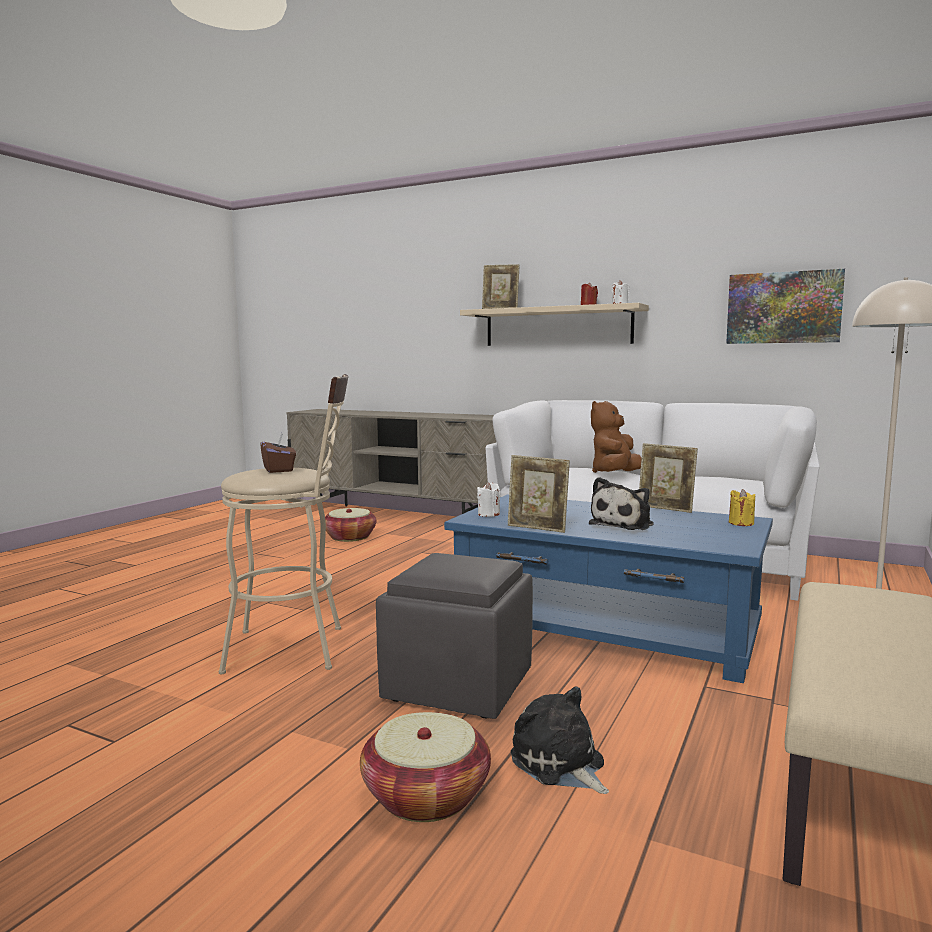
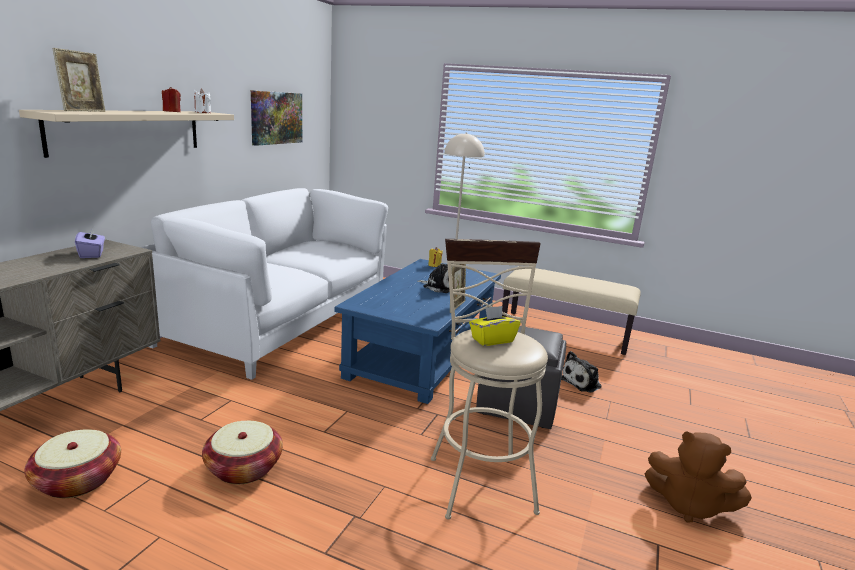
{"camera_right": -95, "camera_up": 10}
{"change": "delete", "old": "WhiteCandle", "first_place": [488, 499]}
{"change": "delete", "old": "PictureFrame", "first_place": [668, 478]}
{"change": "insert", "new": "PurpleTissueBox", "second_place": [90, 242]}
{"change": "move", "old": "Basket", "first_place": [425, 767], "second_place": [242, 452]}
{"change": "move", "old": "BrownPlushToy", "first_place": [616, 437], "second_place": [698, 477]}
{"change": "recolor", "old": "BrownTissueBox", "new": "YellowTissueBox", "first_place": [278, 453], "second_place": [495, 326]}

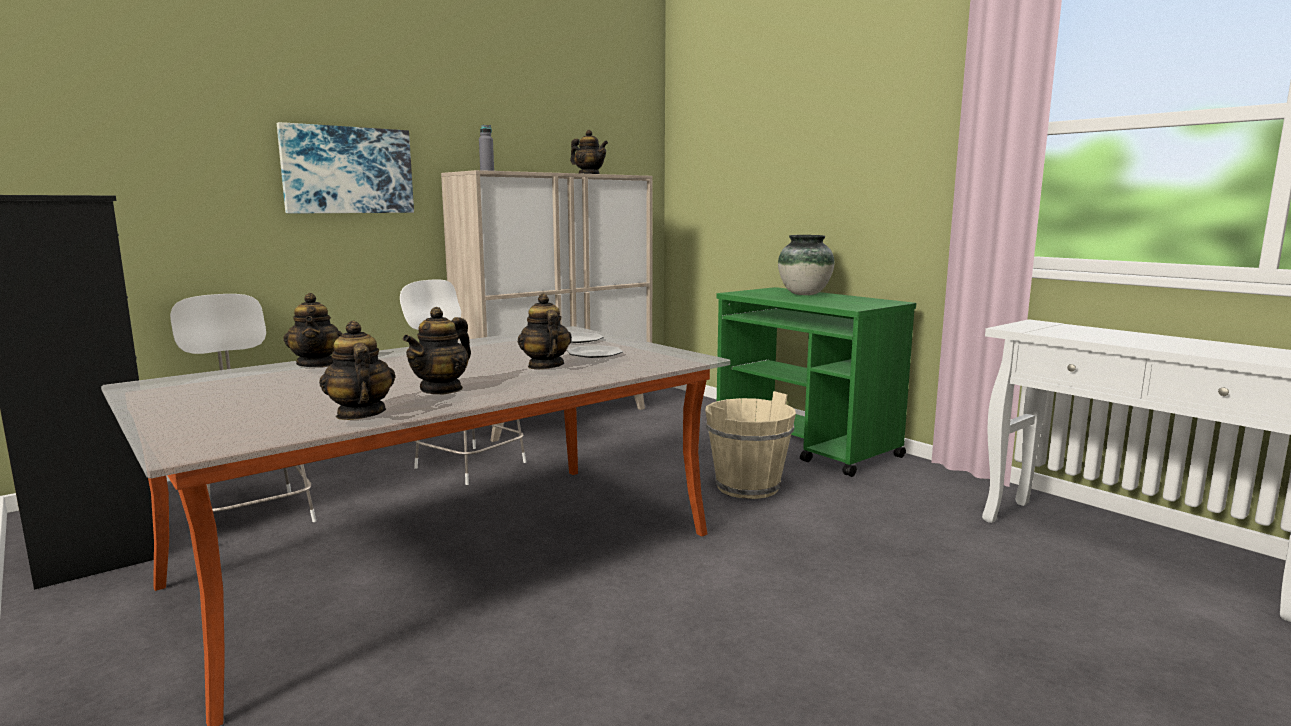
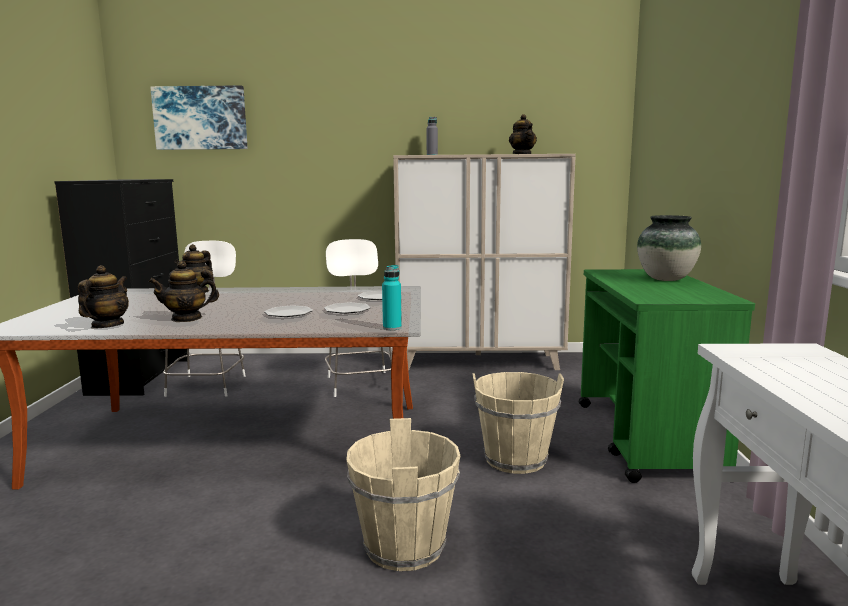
{"camera_right": 40, "camera_up": 0}
{"change": "insert", "new": "BeigeBucket", "second_place": [403, 494]}
{"change": "insert", "new": "TurquoiseBottle", "second_place": [392, 297]}
{"change": "move", "old": "Picture", "first_place": [345, 167], "second_place": [199, 117]}
{"change": "replace", "old": "Teapot", "new": "Plate", "first_place": [545, 331], "second_place": [288, 311]}

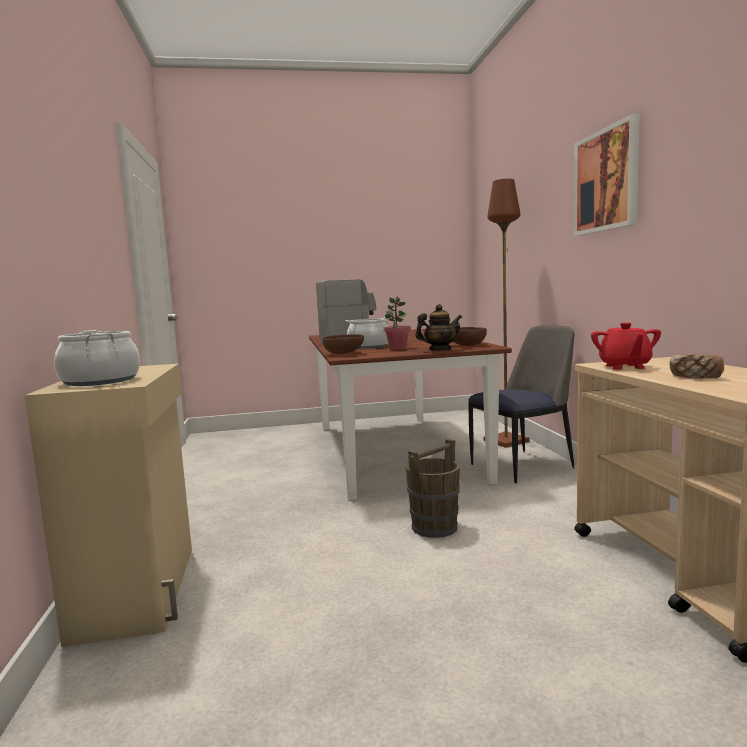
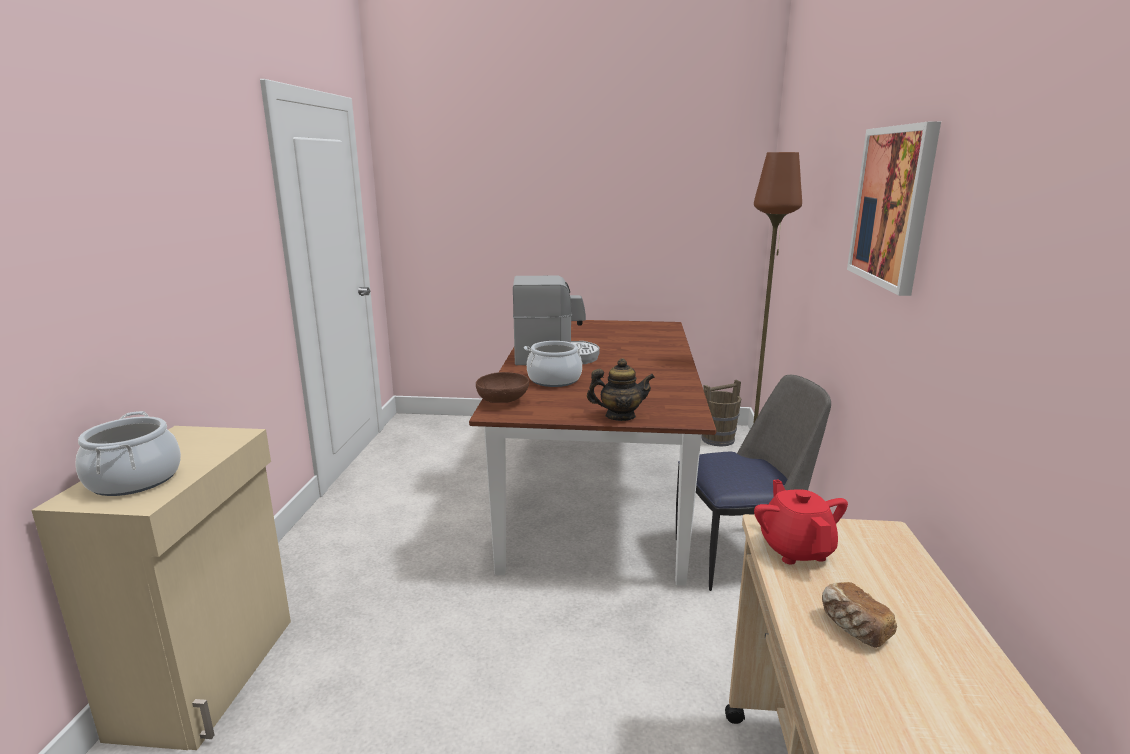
{"camera_right": 15, "camera_up": 10}
{"change": "delete", "old": "PottedPlant", "first_place": [397, 323]}
{"change": "delete", "old": "BrownBowl", "first_place": [470, 336]}
{"change": "move", "old": "BrownBucket", "first_place": [432, 488], "second_place": [721, 413]}
{"change": "rotate", "old": "RedTeapot", "first_place": [626, 346], "second_place": [801, 521], "degrees": 150}

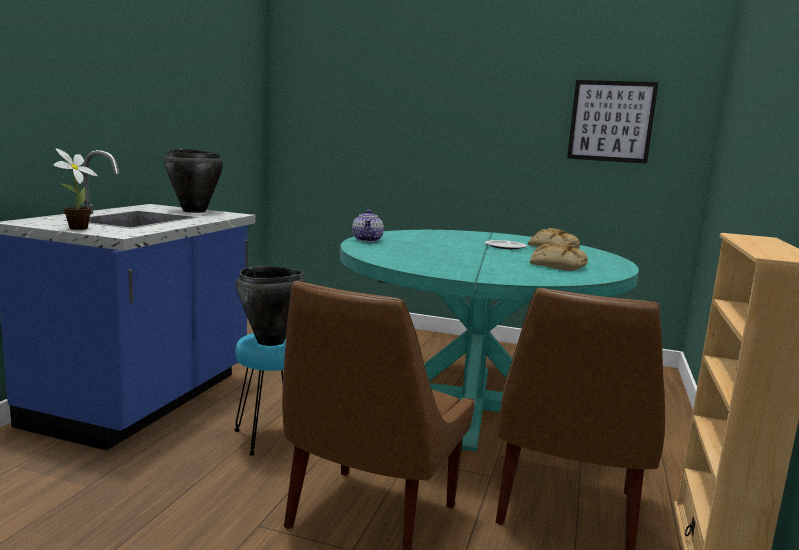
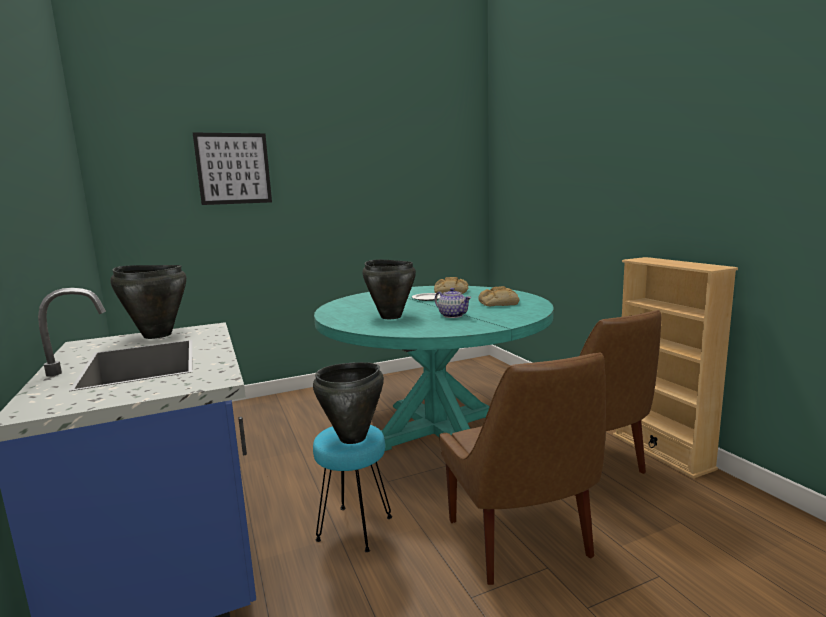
{"camera_right": -40, "camera_up": 0}
{"change": "delete", "old": "PottedPlant", "first_place": [76, 189]}
{"change": "insert", "new": "BlackCookingPot", "second_place": [389, 289]}
{"change": "move", "old": "Teapot", "first_place": [368, 226], "second_place": [453, 303]}
{"change": "move", "old": "Picture", "first_place": [613, 122], "second_place": [232, 169]}

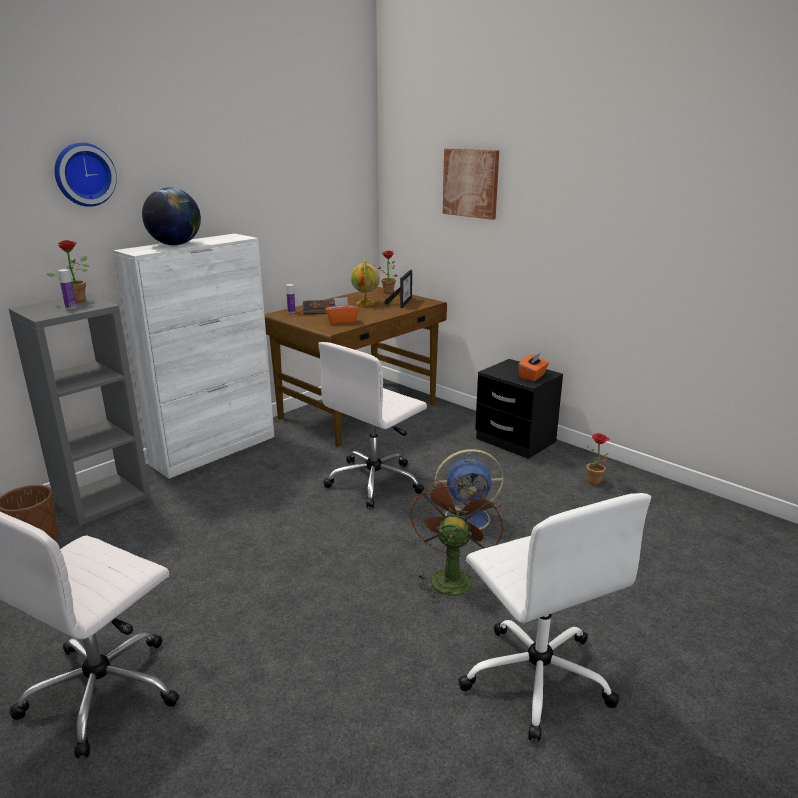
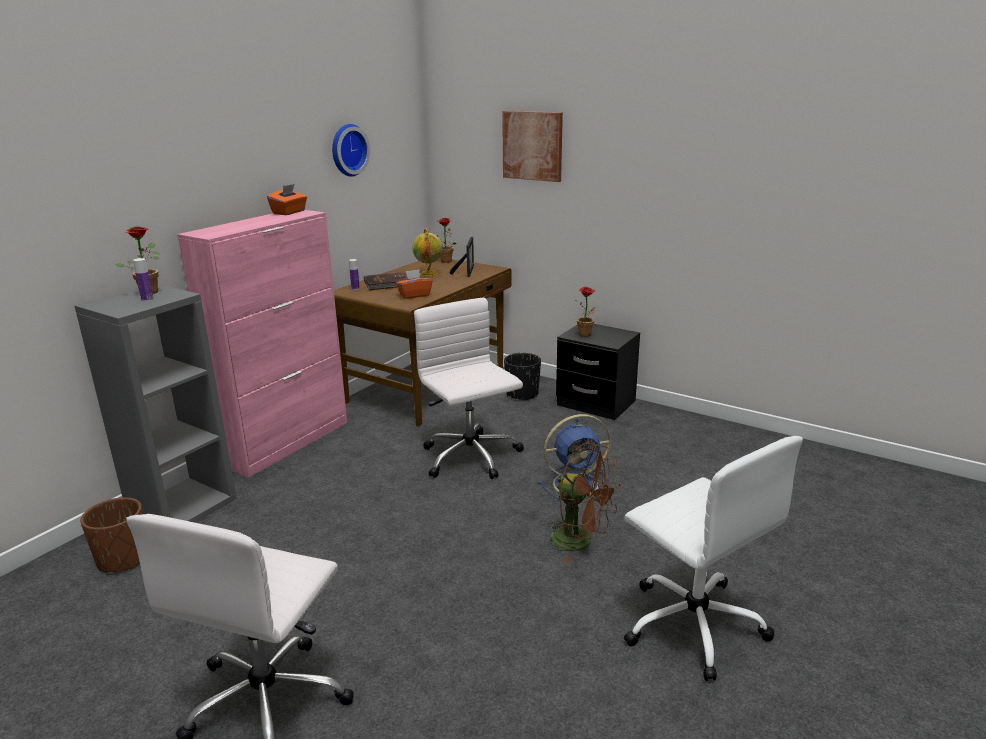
{"camera_right": -10, "camera_up": 0}
{"change": "delete", "old": "Globe", "first_place": [171, 216]}
{"change": "insert", "new": "BlackPlanter", "second_place": [522, 377]}
{"change": "move", "old": "WallClock", "first_place": [85, 175], "second_place": [351, 150]}
{"change": "move", "old": "OrangeTissueBox", "first_place": [533, 367], "second_place": [287, 199]}
{"change": "move", "old": "PottedPlant", "first_place": [597, 459], "second_place": [586, 312]}
{"change": "recolor", "old": "WhiteCabinet", "new": "PinkCabinet", "first_place": [193, 356], "second_place": [262, 344]}
{"change": "rotate", "old": "WhiteOfficeChair", "first_place": [372, 425], "second_place": [469, 388], "degrees": 120}
{"change": "rotate", "old": "BrownFan", "first_place": [457, 539], "second_place": [584, 503], "degrees": 120}

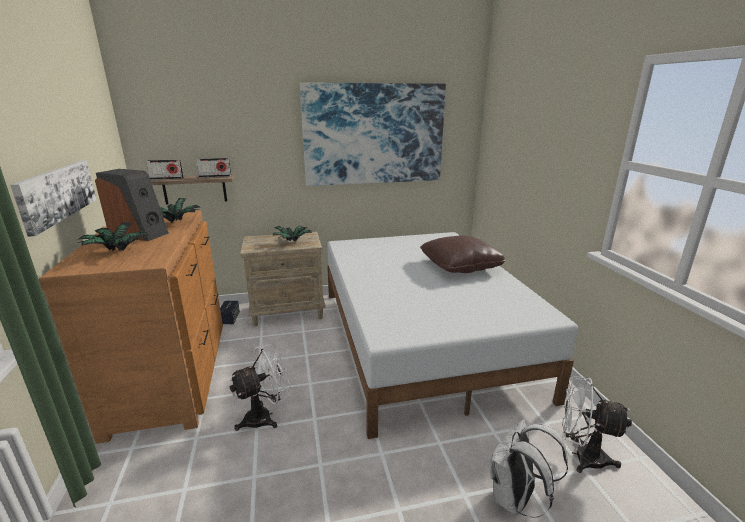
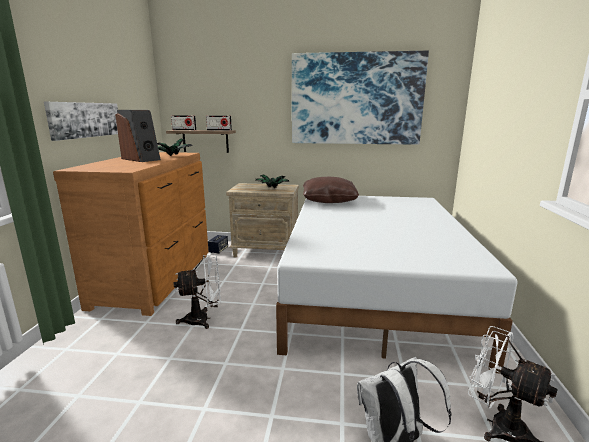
{"camera_right": 20, "camera_up": -5}
{"change": "delete", "old": "PottedPlant", "first_place": [113, 237]}
{"change": "move", "old": "BrownPillow", "first_place": [463, 254], "second_place": [331, 190]}

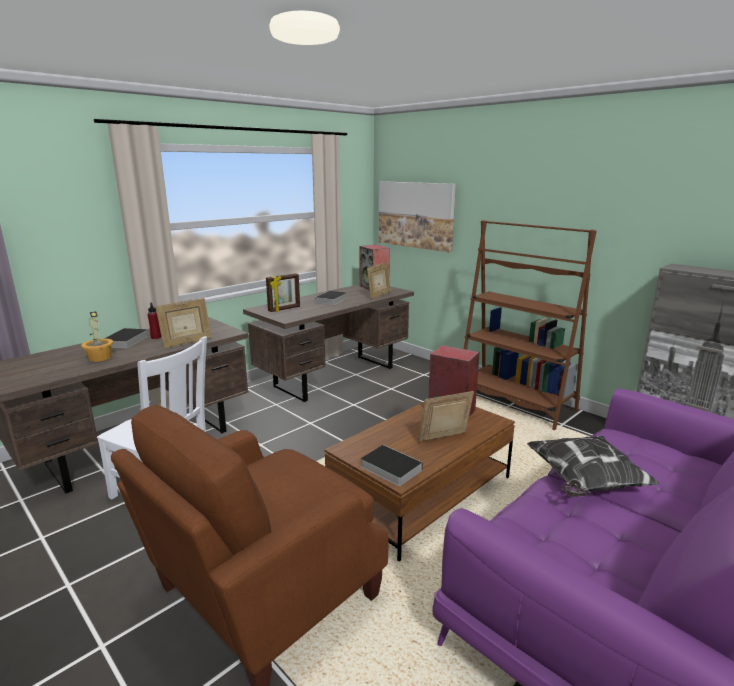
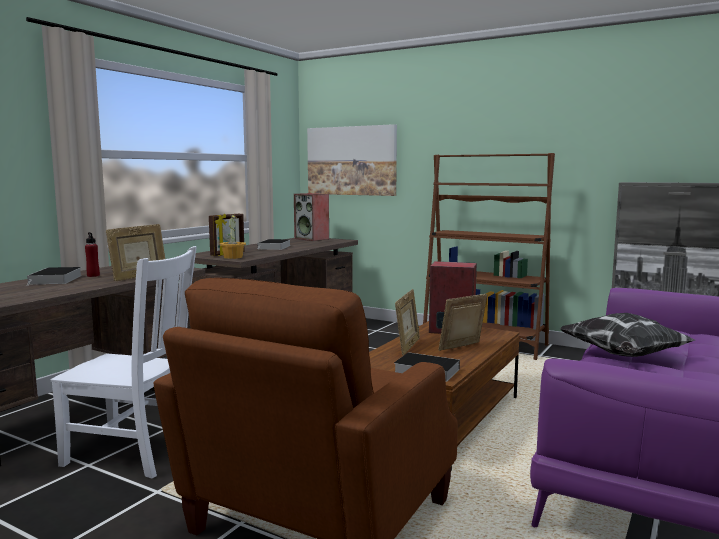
{"camera_right": -15, "camera_up": -10}
{"change": "move", "old": "PottedPlant", "first_place": [97, 336], "second_place": [232, 236]}
{"change": "move", "old": "PictureFrame", "first_place": [379, 280], "second_place": [407, 322]}

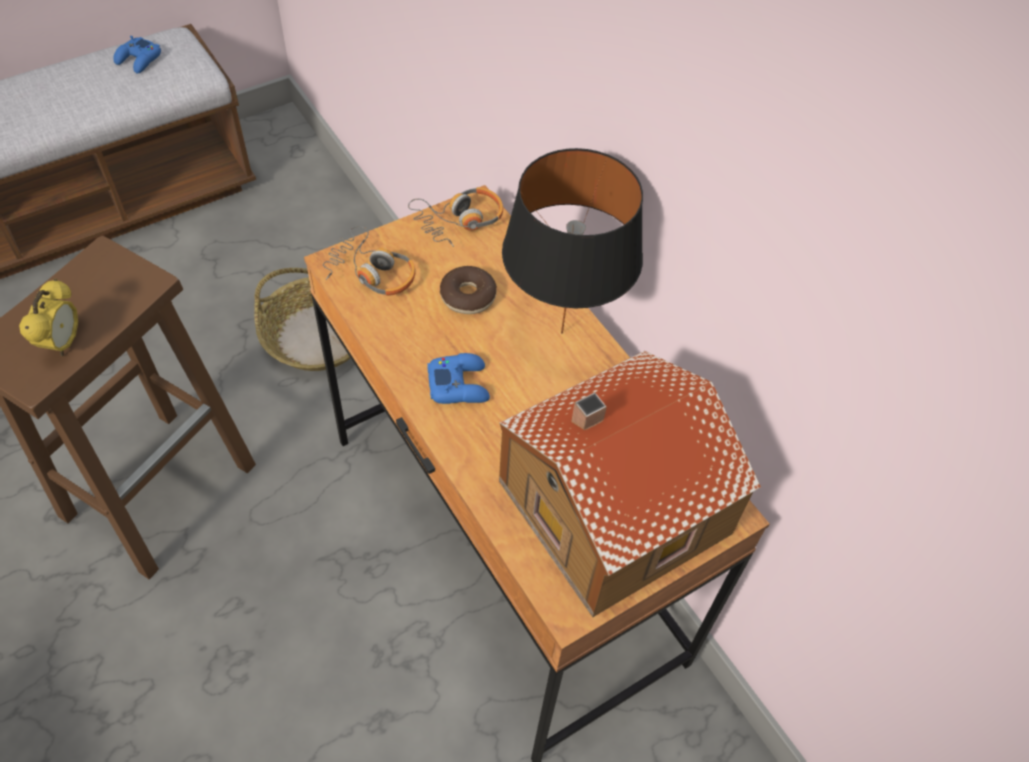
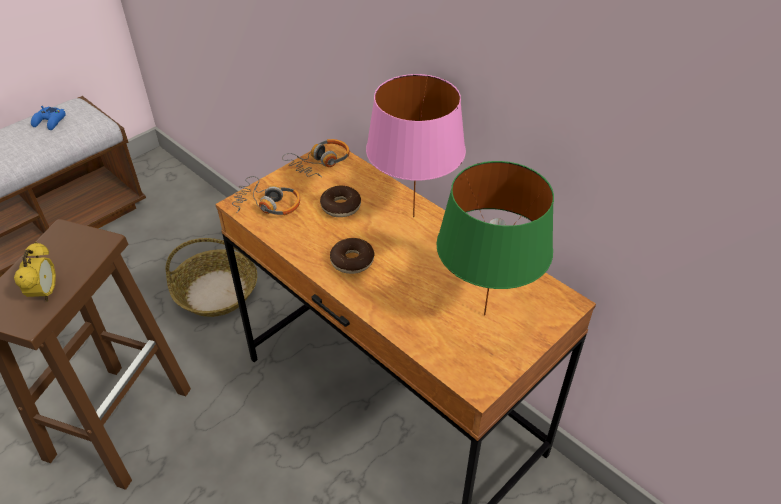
{"camera_right": -10, "camera_up": -10}
{"change": "replace", "old": "BlueGameController", "new": "Donut", "first_place": [458, 378], "second_place": [352, 256]}
{"change": "replace", "old": "ToyHouse", "new": "GreenTableLamp", "first_place": [630, 484], "second_place": [495, 238]}
{"change": "recolor", "old": "BlackTableLamp", "new": "PinkTableLamp", "first_place": [572, 241], "second_place": [416, 145]}

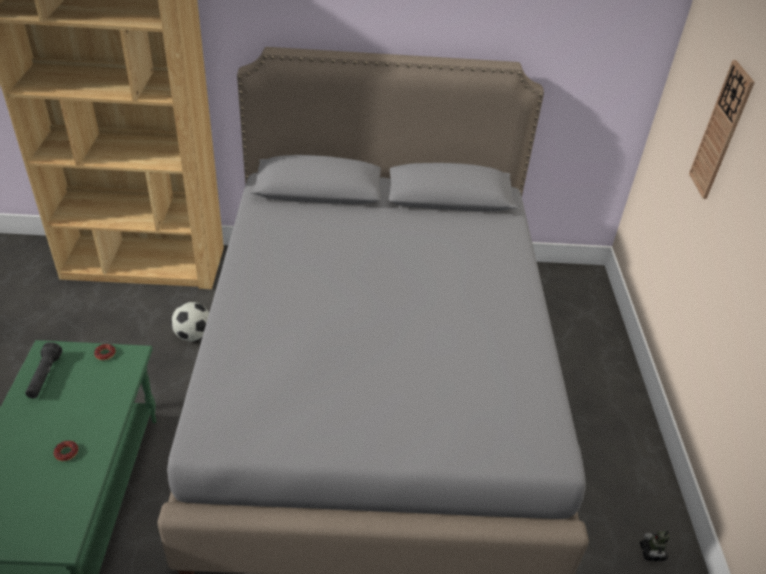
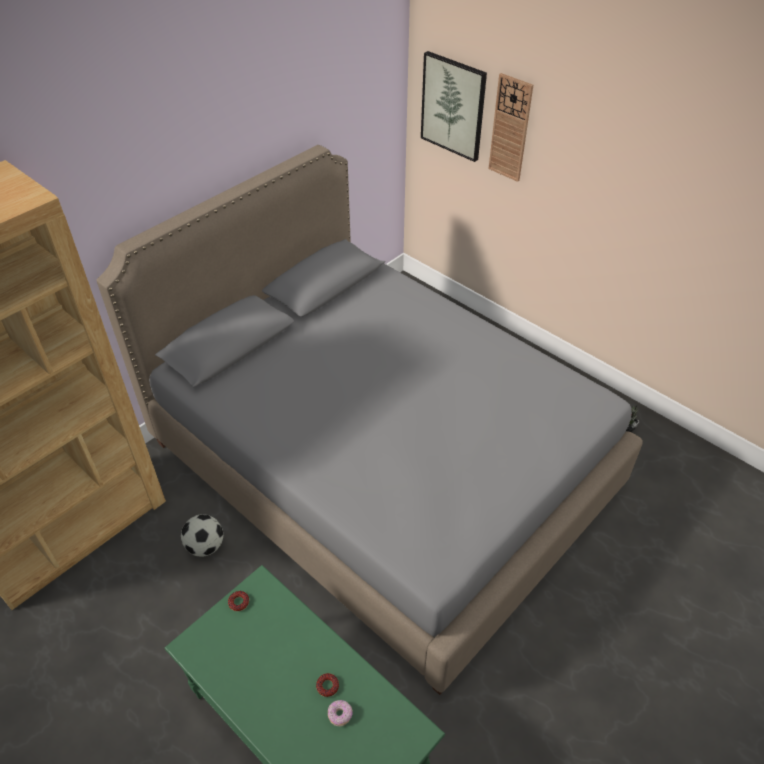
{"camera_right": -45, "camera_up": 5}
{"change": "delete", "old": "BlackFlashlight", "first_place": [43, 370]}
{"change": "insert", "new": "Donut", "second_place": [340, 713]}
{"change": "insert", "new": "Picture", "second_place": [454, 106]}

